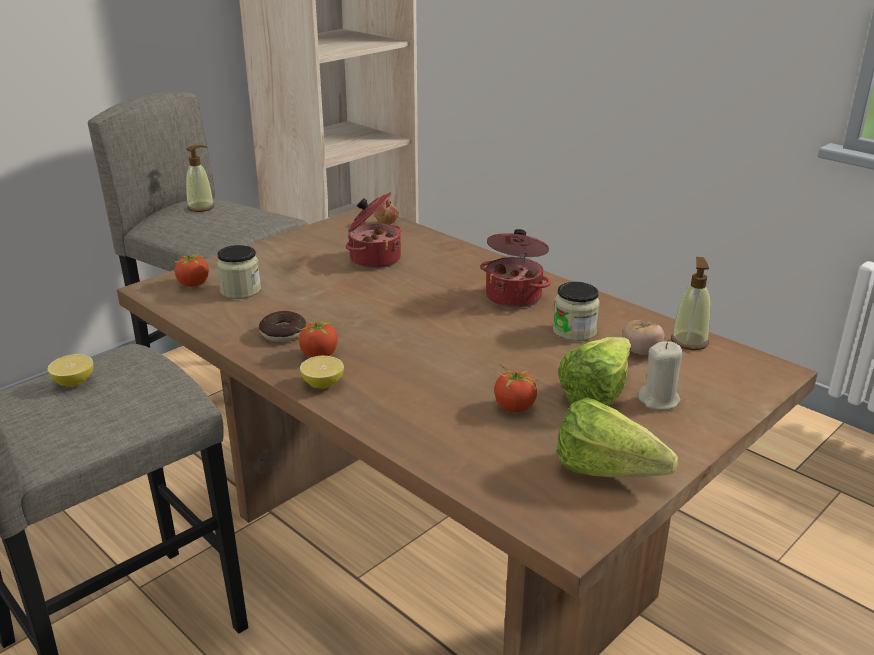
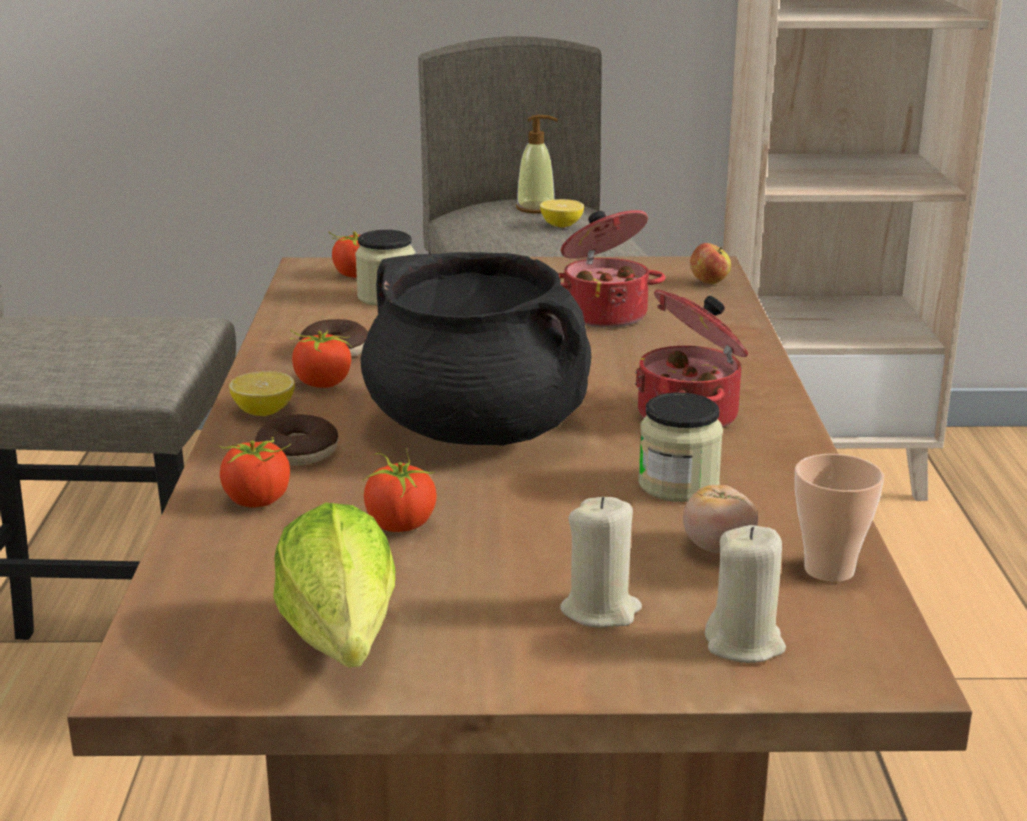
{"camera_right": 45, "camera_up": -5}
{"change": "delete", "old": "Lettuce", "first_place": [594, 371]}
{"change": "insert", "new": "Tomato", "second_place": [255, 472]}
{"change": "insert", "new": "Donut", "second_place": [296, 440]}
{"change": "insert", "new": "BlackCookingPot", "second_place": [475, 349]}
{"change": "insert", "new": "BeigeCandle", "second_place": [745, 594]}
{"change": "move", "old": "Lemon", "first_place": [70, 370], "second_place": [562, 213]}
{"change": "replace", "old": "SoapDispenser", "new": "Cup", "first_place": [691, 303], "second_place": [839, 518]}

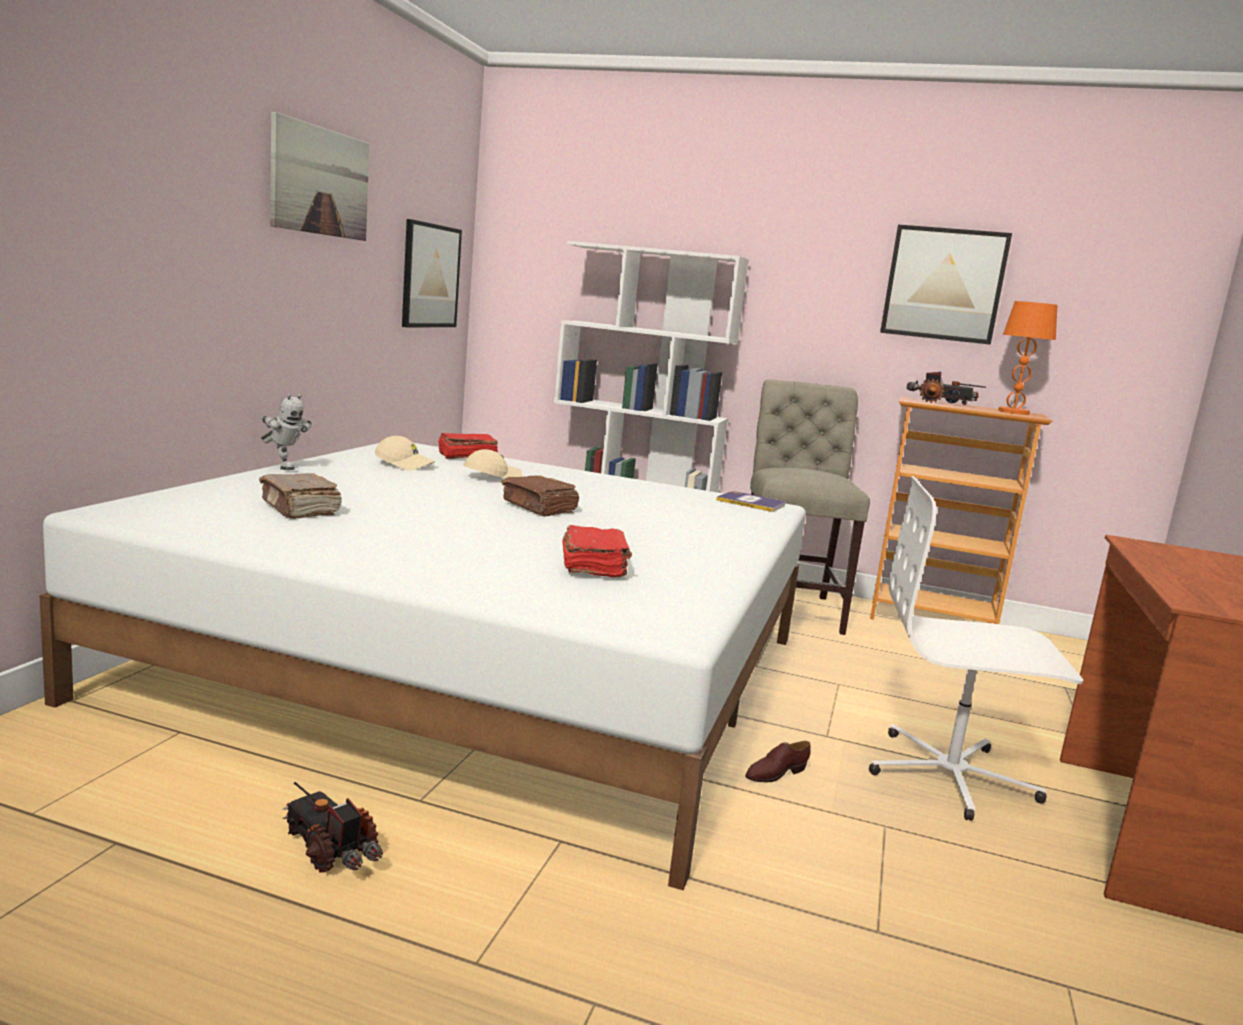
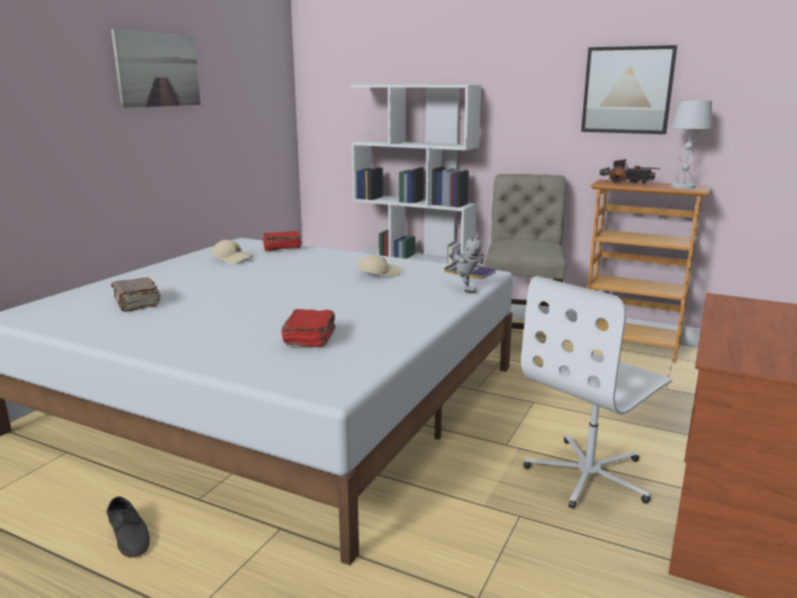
{"camera_right": 10, "camera_up": 5}
{"change": "delete", "old": "Picture", "first_place": [432, 273]}
{"change": "delete", "old": "BrownBook", "first_place": [540, 495]}
{"change": "delete", "old": "BrownShoe", "first_place": [778, 761]}
{"change": "move", "old": "ToyRobot", "first_place": [286, 432], "second_place": [464, 264]}
{"change": "move", "old": "BeigeCap", "first_place": [493, 463], "second_place": [379, 266]}
{"change": "replace", "old": "ToyTruck", "new": "GreyShoe", "first_place": [333, 827], "second_place": [128, 527]}
{"change": "recolor", "old": "OrangeTableLamp", "new": "WhiteTableLamp", "first_place": [1028, 358], "second_place": [691, 144]}
{"change": "rotate", "old": "WhiteOfficeChair", "first_place": [976, 648], "second_place": [596, 392], "degrees": -60}

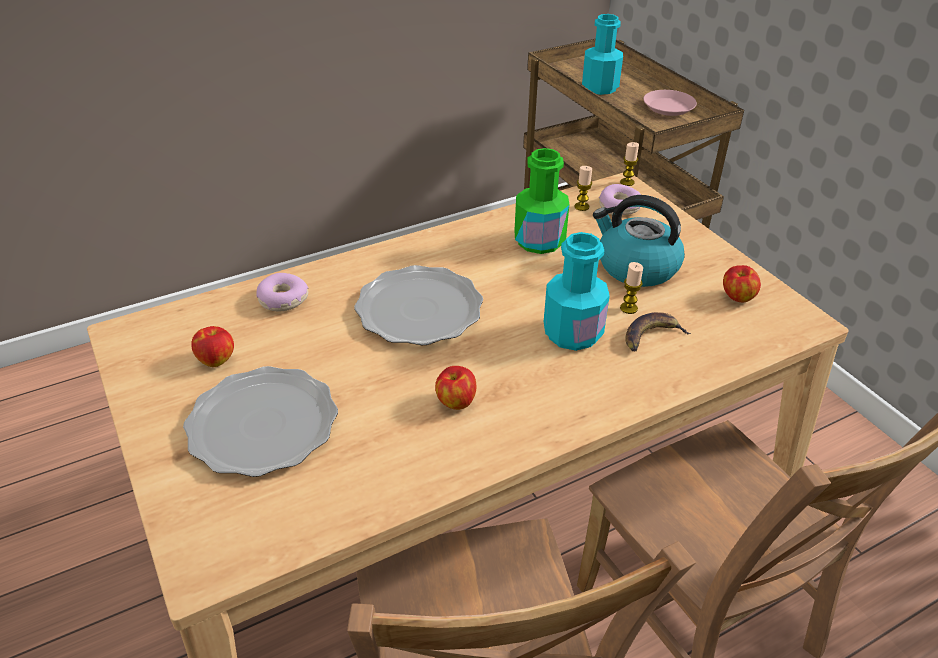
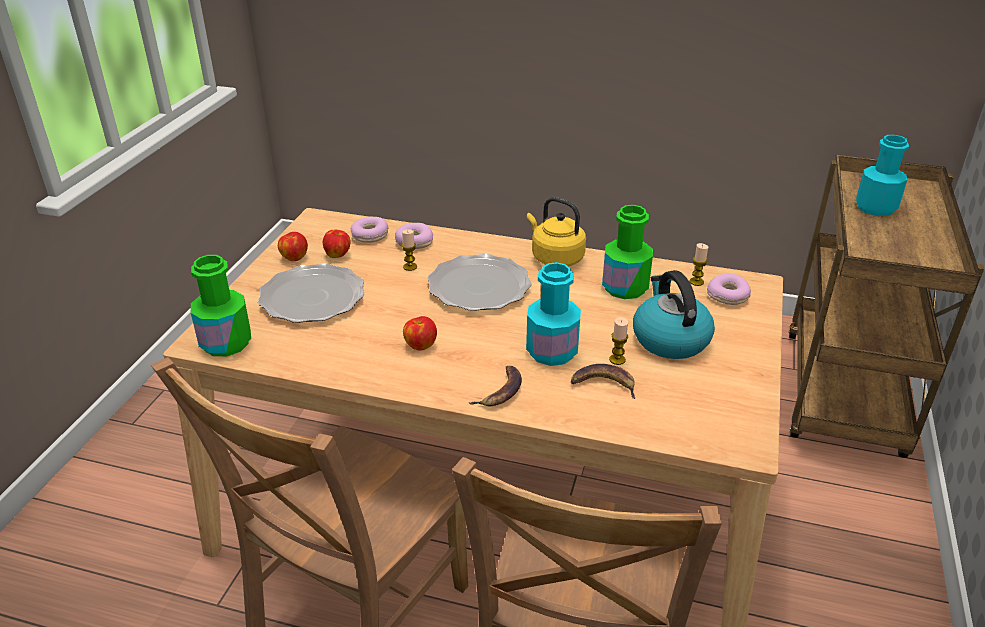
{"camera_right": 45, "camera_up": -5}
{"change": "delete", "old": "PinkPlate", "first_place": [670, 103]}
{"change": "insert", "new": "GreenBottle", "second_place": [221, 305]}
{"change": "insert", "new": "Donut", "second_place": [369, 230]}
{"change": "insert", "new": "Banana", "second_place": [495, 386]}
{"change": "insert", "new": "YellowKettle", "second_place": [556, 231]}
{"change": "move", "old": "Candle", "first_place": [629, 164], "second_place": [409, 250]}
{"change": "move", "old": "Apple", "first_place": [742, 283], "second_place": [293, 246]}

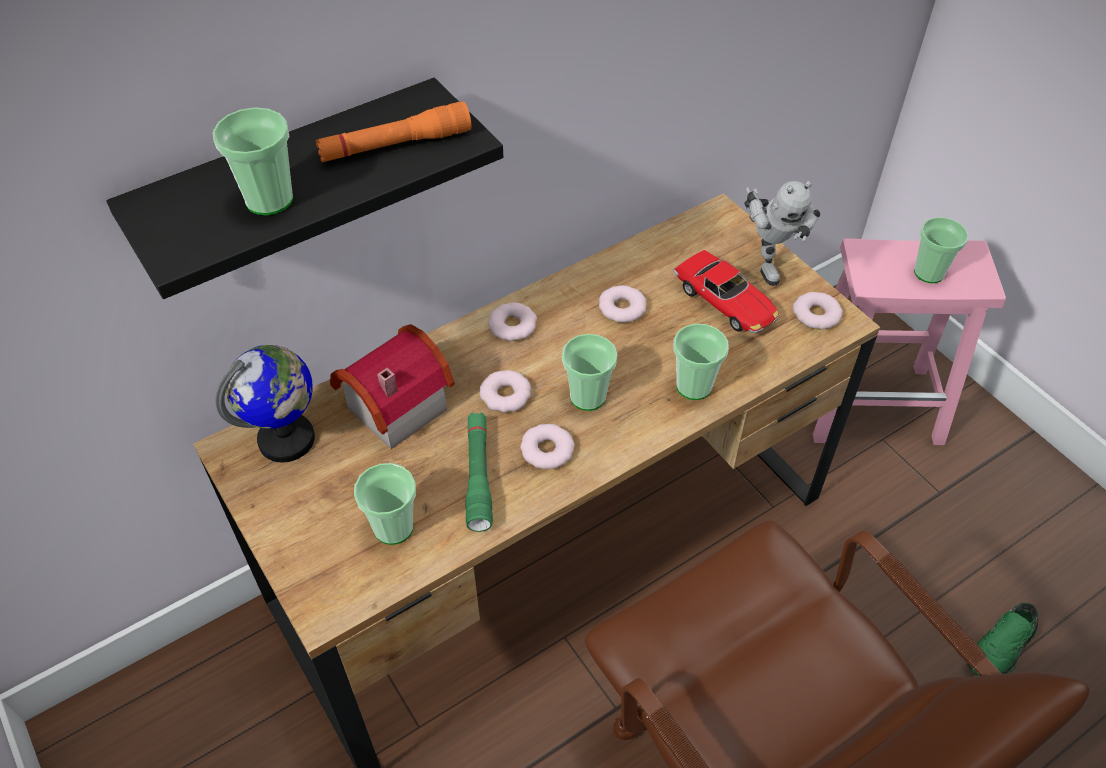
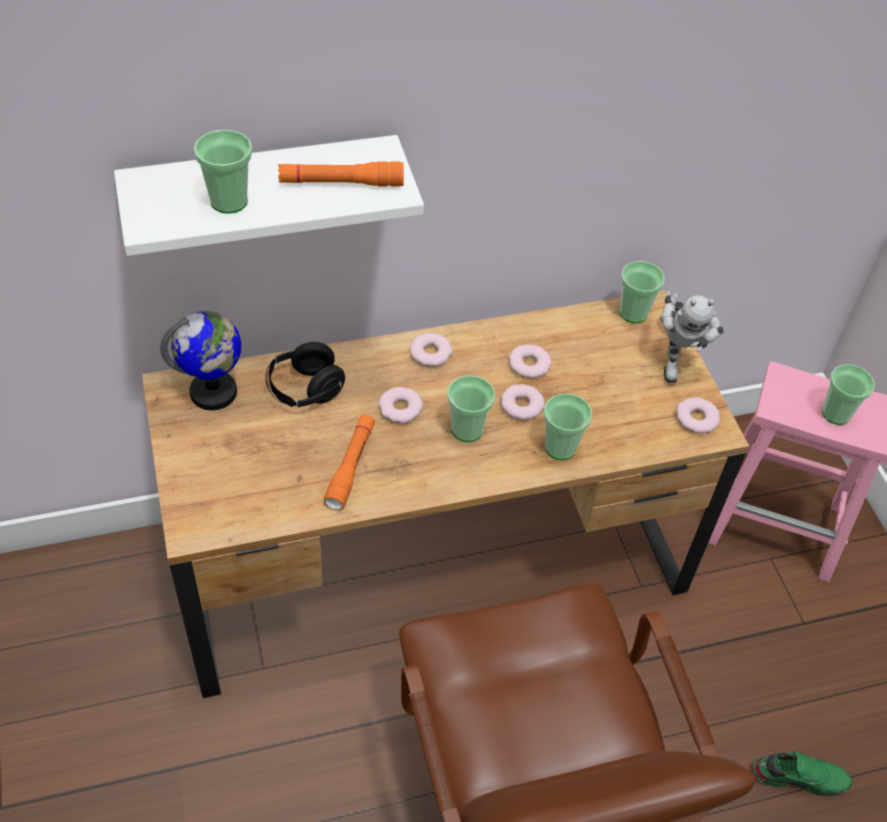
{"camera_right": 15, "camera_up": 0}
{"change": "delete", "old": "ToyCar", "first_place": [726, 291]}
{"change": "move", "old": "Cup", "first_place": [385, 504], "second_place": [642, 292]}
{"change": "move", "old": "Donut", "first_place": [547, 446], "second_place": [523, 402]}
{"change": "replace", "old": "ToyHouse", "new": "BlackHeadphones", "first_place": [392, 386], "second_place": [305, 374]}
{"change": "recolor", "old": "BlackShelf", "new": "WhiteShelf", "first_place": [305, 188], "second_place": [269, 195]}
{"change": "recolor", "old": "GreenFlashlight", "new": "OrangeFlashlight", "first_place": [479, 472], "second_place": [349, 462]}
{"change": "rotate", "old": "GreenShoe", "first_place": [1002, 639], "second_place": [802, 773], "degrees": -150}

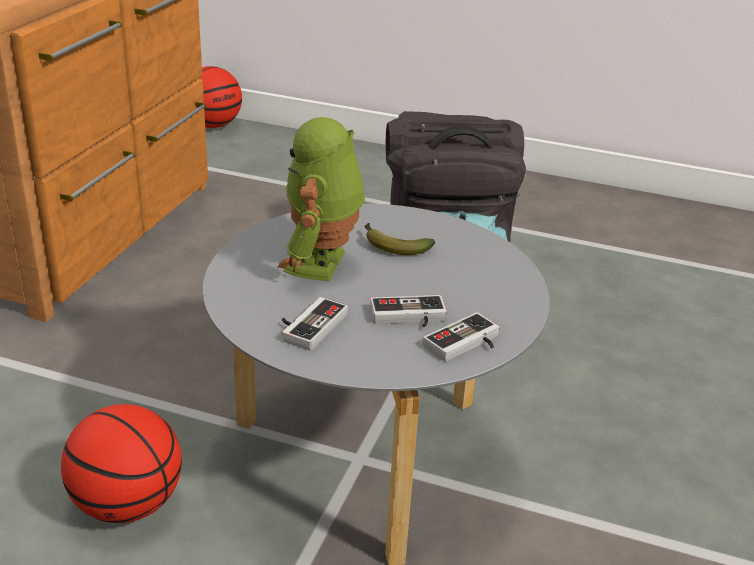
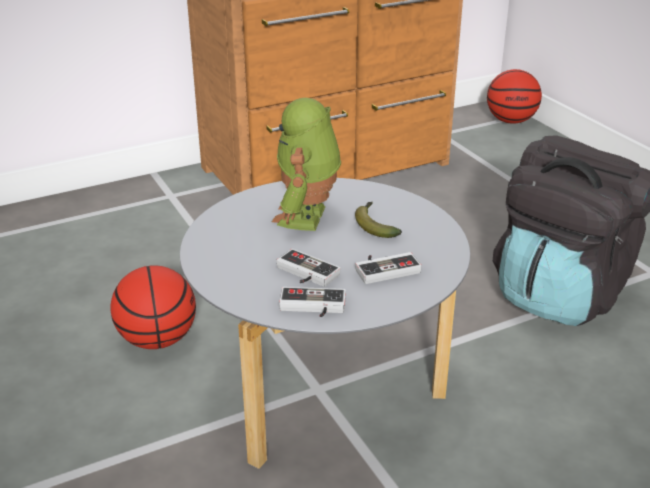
{"camera_right": 45, "camera_up": 0}
{"change": "move", "old": "GameController", "first_place": [315, 324], "second_place": [388, 268]}
{"change": "rotate", "old": "ToyRobot", "first_place": [321, 199], "second_place": [306, 164], "degrees": -45}

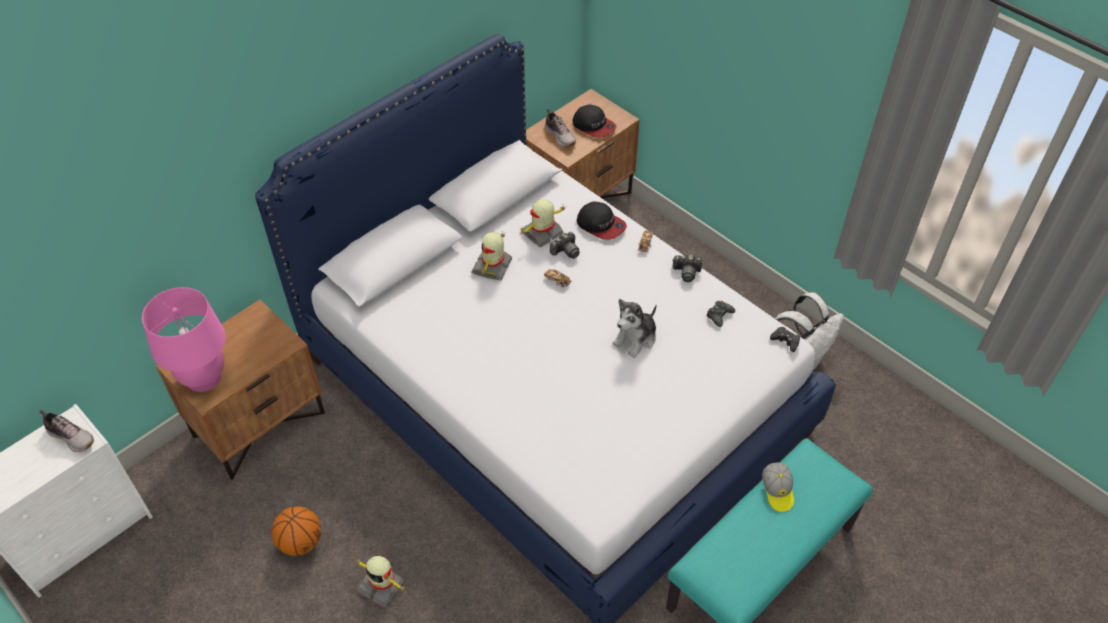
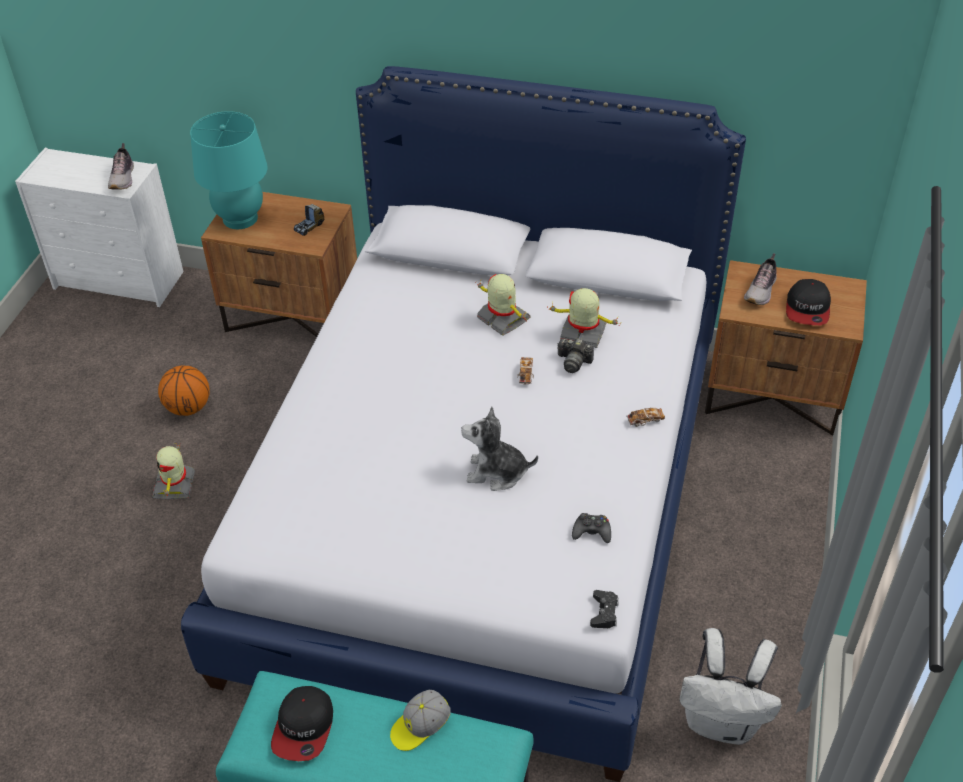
{"camera_right": 60, "camera_up": -5}
{"change": "delete", "old": "PhotoCamera", "first_place": [687, 268]}
{"change": "insert", "new": "ToyTruck", "second_place": [309, 220]}
{"change": "move", "old": "Cap", "first_place": [602, 220], "second_place": [302, 723]}
{"change": "recolor", "old": "PinkTableLamp", "new": "TurquoiseTableLamp", "first_place": [184, 339], "second_place": [229, 170]}
{"change": "rotate", "old": "ToyRobot", "first_place": [491, 256], "second_place": [503, 305], "degrees": 60}

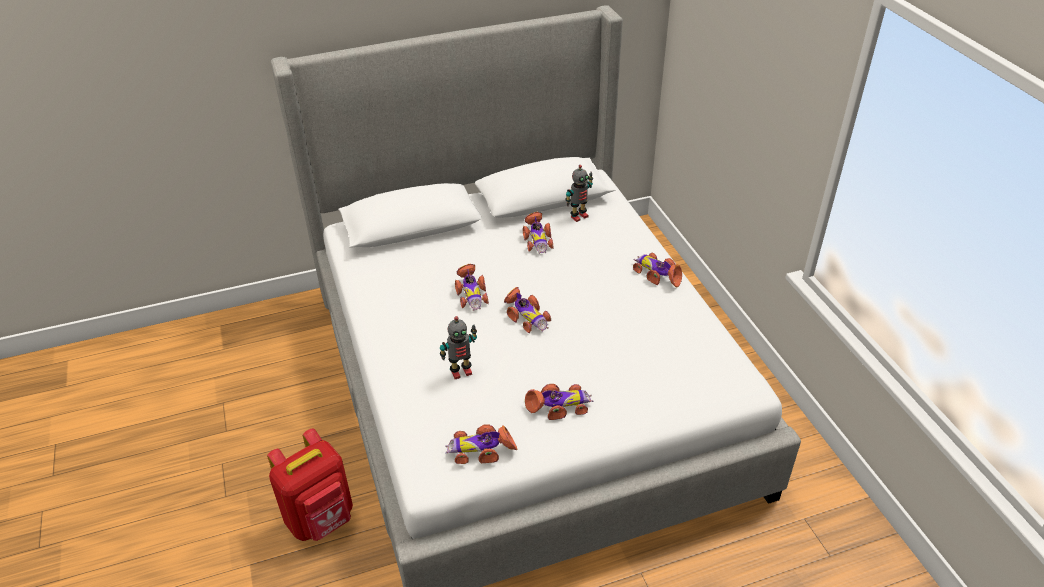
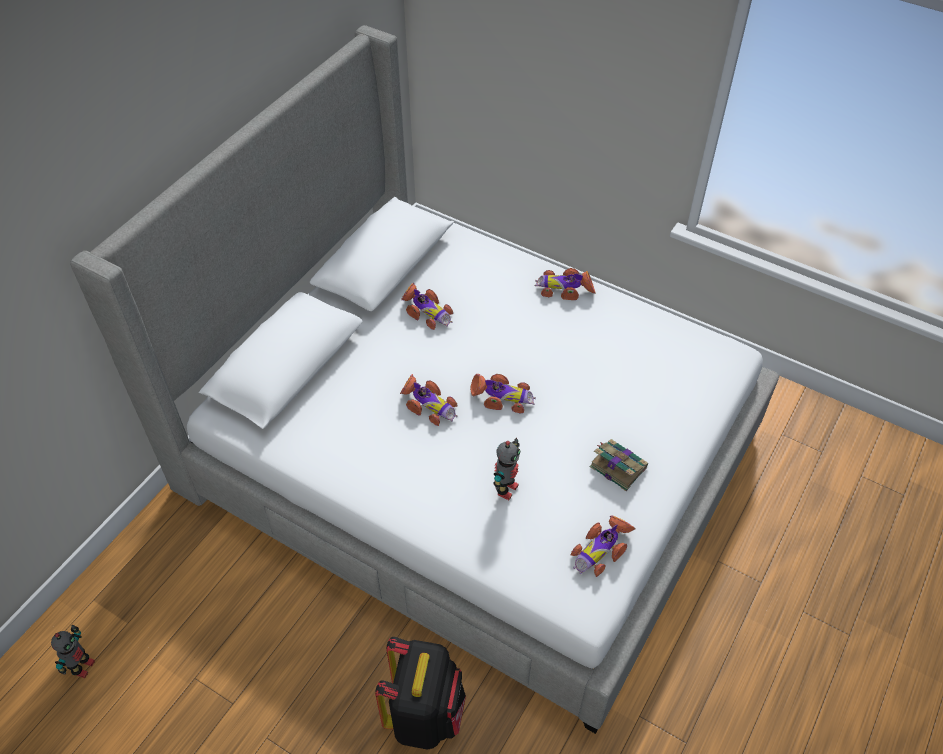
{"camera_right": -40, "camera_up": 10}
{"change": "move", "old": "ToyRobot", "first_place": [579, 193], "second_place": [73, 651]}
{"change": "replace", "old": "ToyCar", "new": "Book", "first_place": [559, 402], "second_place": [619, 465]}
{"change": "recolor", "old": "RedBackpack", "new": "BlackBackpack", "first_place": [310, 484], "second_place": [420, 693]}

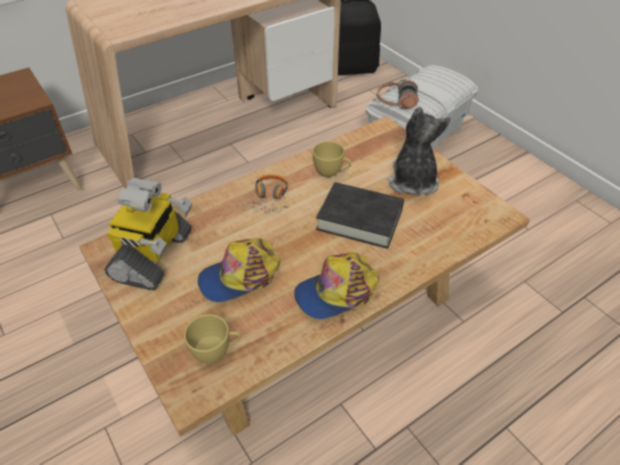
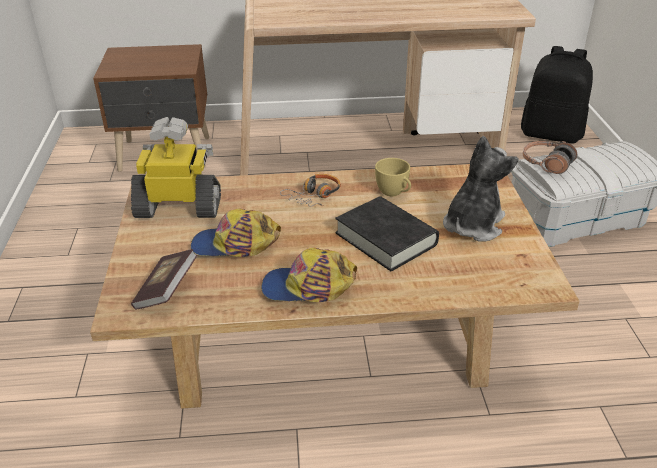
{"camera_right": 30, "camera_up": -10}
{"change": "replace", "old": "YellowCup", "new": "Book", "first_place": [212, 338], "second_place": [164, 279]}
{"change": "rotate", "old": "ToyRobot", "first_place": [148, 234], "second_place": [176, 167], "degrees": -135}

